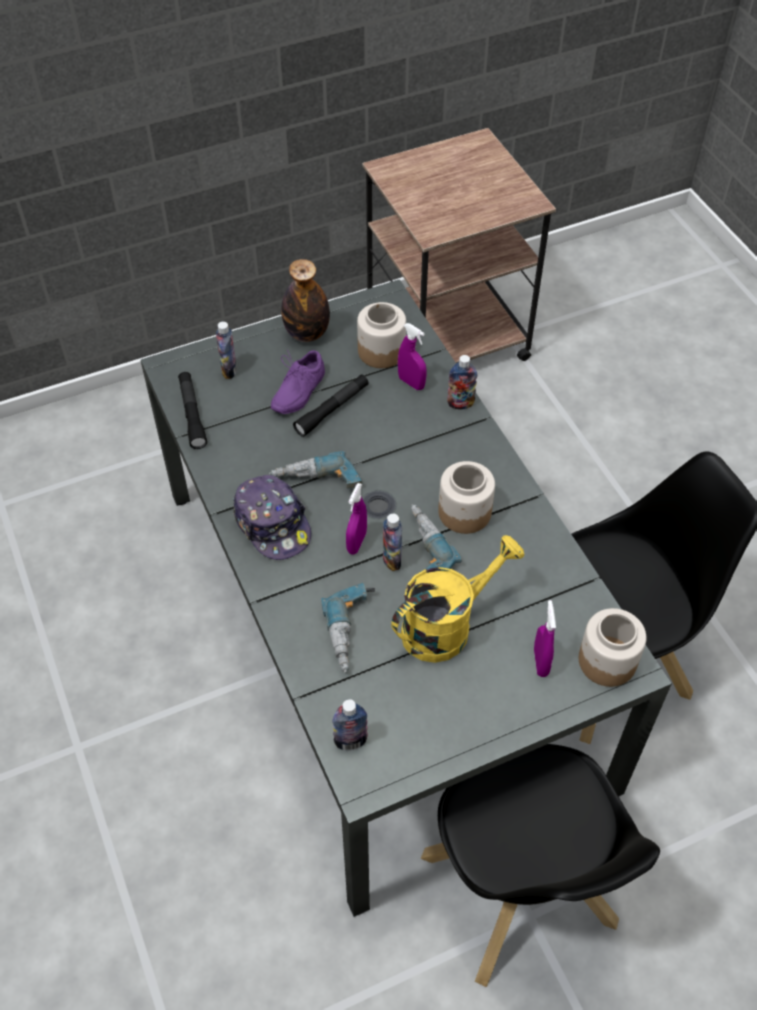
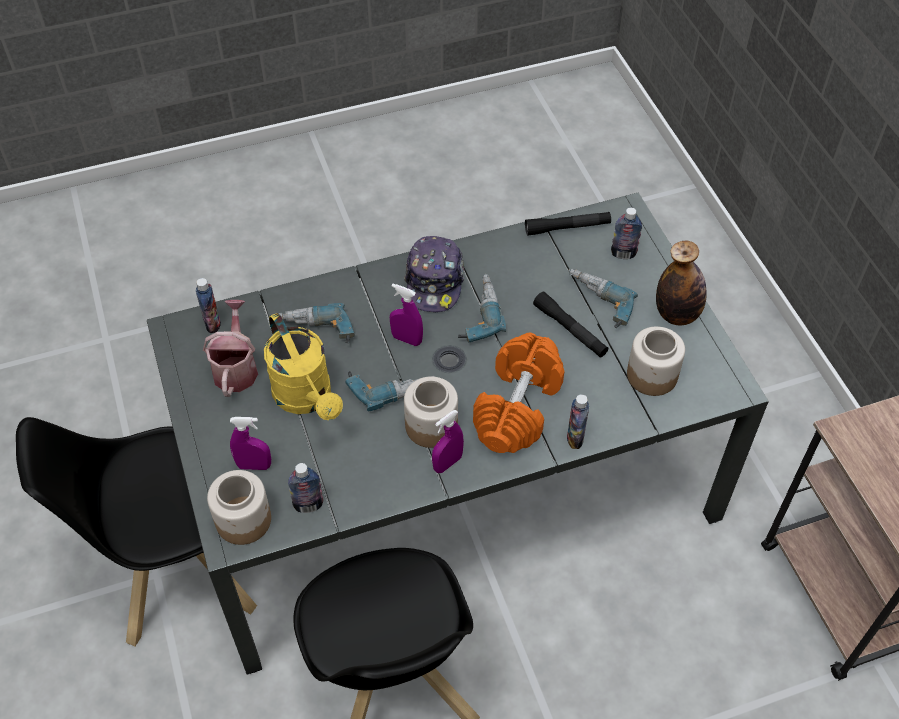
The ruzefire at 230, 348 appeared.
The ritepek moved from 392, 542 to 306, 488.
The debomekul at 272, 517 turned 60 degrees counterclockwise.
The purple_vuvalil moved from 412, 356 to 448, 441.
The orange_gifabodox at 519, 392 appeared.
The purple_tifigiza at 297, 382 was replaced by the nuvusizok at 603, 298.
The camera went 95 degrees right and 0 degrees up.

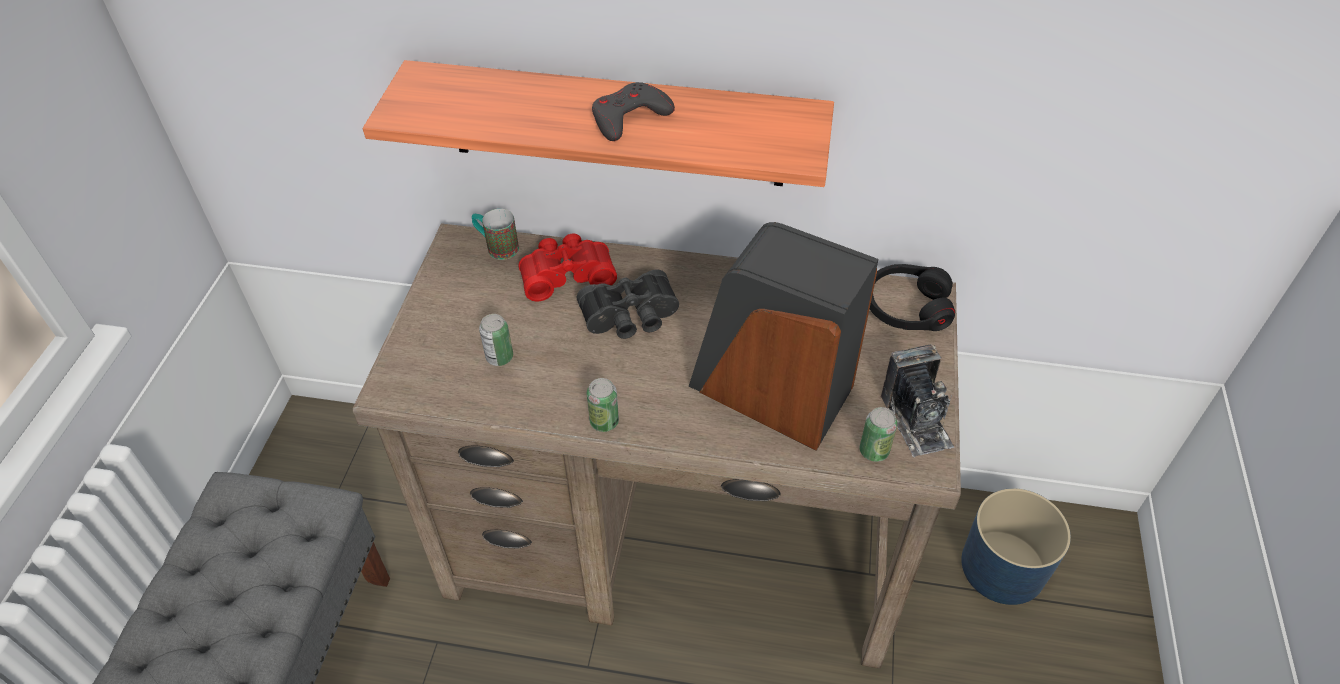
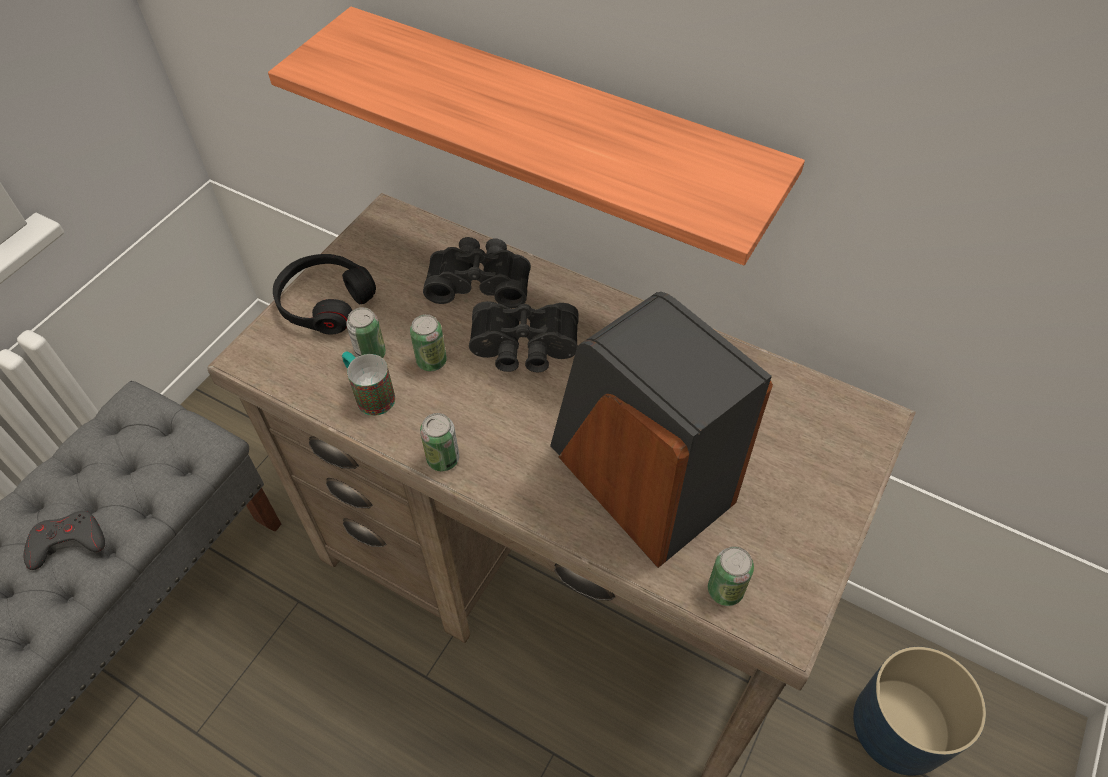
The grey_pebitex moved from 633, 111 to 64, 540.
The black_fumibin moved from 912, 297 to 324, 294.
The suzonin moved from 495, 234 to 368, 383.
The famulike at 428, 342 appeared.
The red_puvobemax at 568, 267 became the black_puvobemax at 477, 272.
The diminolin at 917, 400 disappeared.
The camera went 20 degrees right and 5 degrees up.

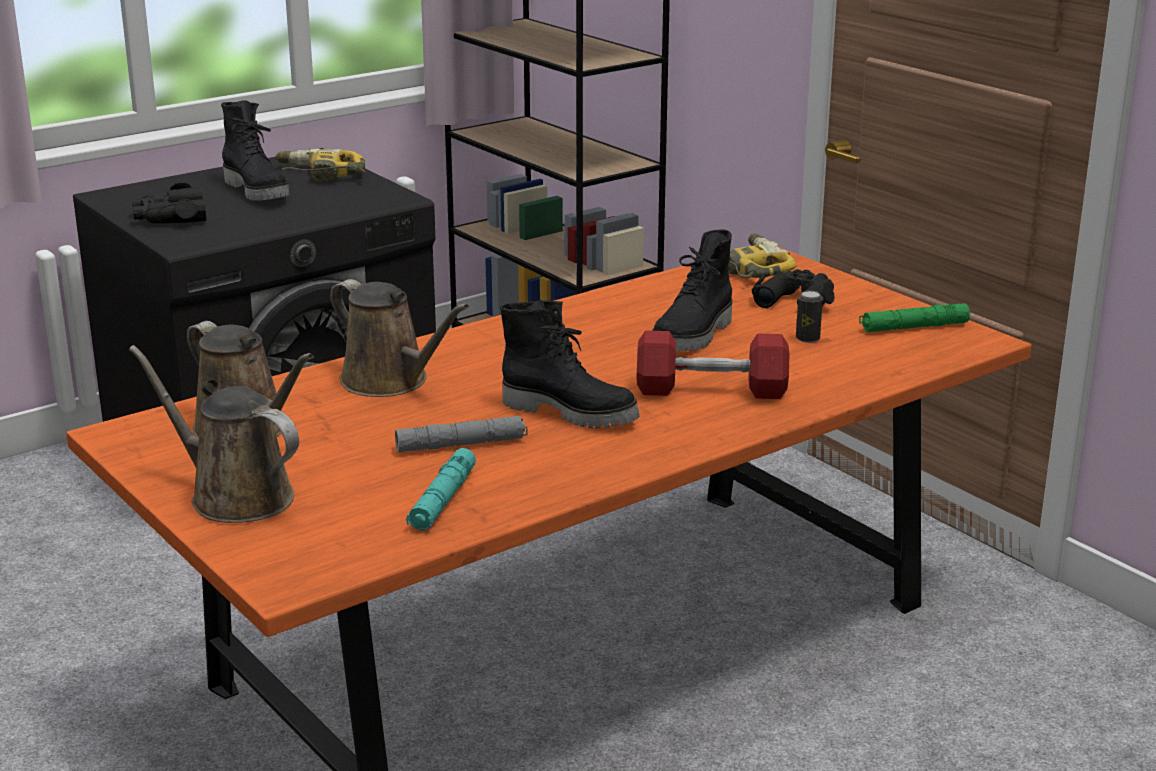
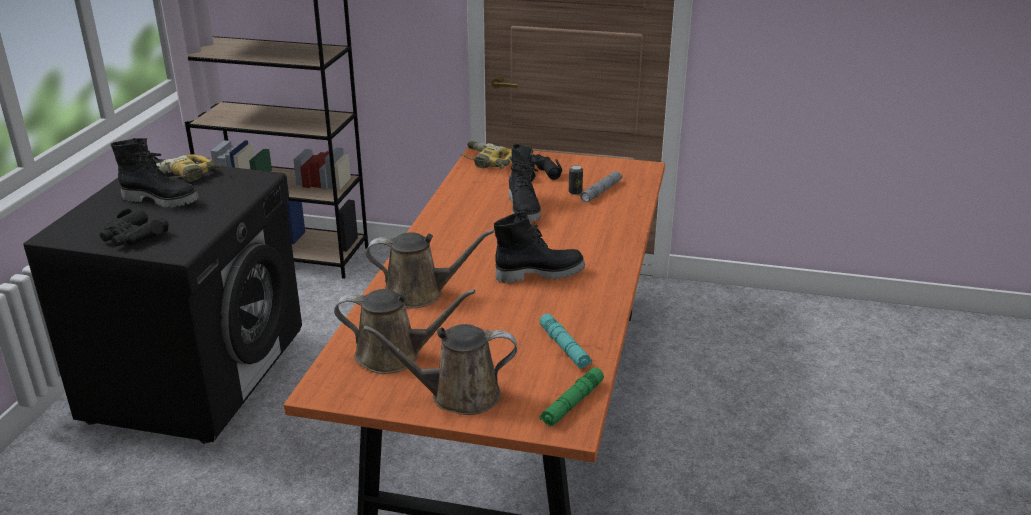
The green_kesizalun moved from 914, 318 to 571, 396.
The grey_kesizalun moved from 461, 434 to 601, 187.
The red_gifabodox at 713, 364 disappeared.
The camera went 40 degrees left and 5 degrees up.

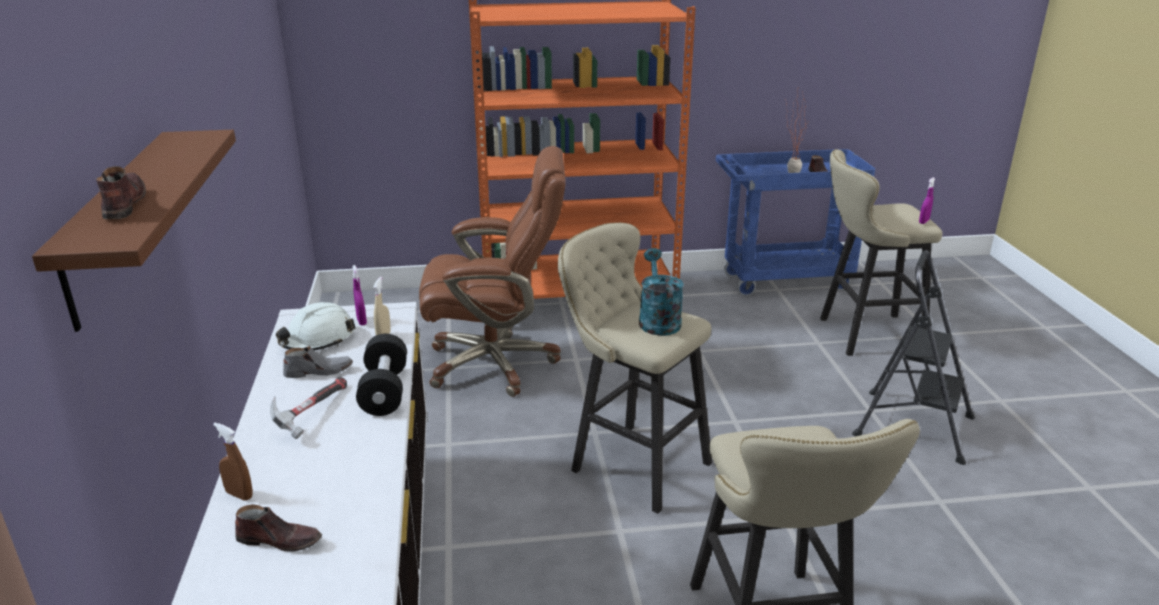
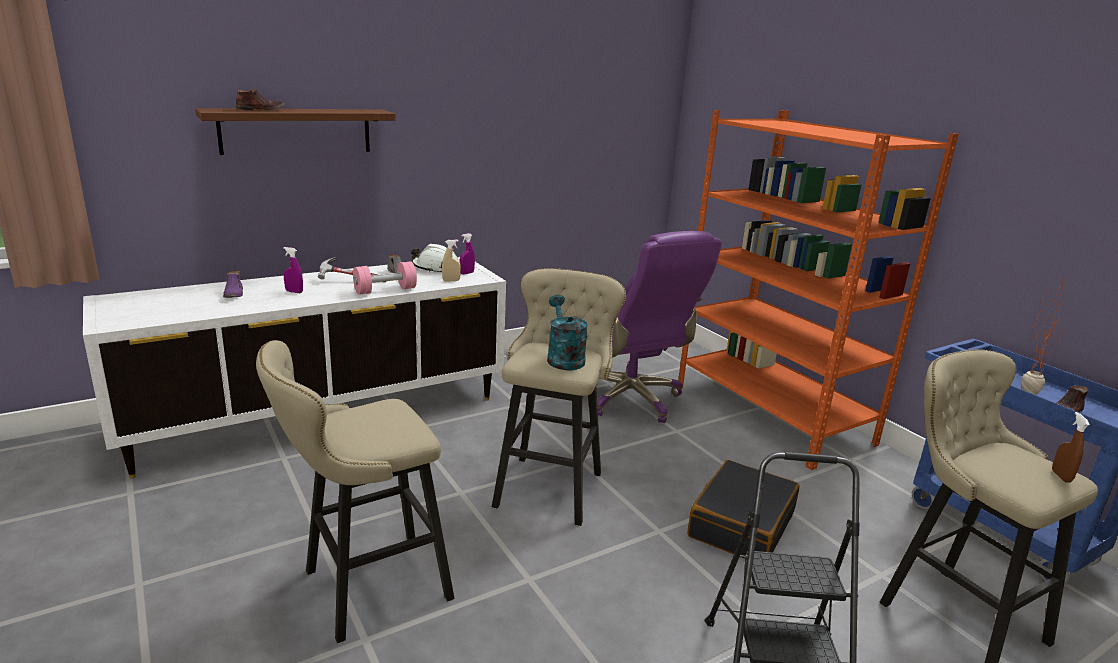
The brown_tifigiza at 278, 528 became the purple_tifigiza at 233, 284.
The purple_vuvalil moved from 927, 200 to 293, 270.
The black_gifabodox at 381, 375 became the pink_gifabodox at 385, 278.
The turquoise_ruzefire at 661, 292 turned 75 degrees counterclockwise.
The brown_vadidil at 492, 271 became the purple_vadidil at 659, 327.
The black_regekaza at 743, 509 appeared.
The brown_vuvalil moved from 233, 462 to 1071, 447.
The camera went 65 degrees right and 5 degrees down.

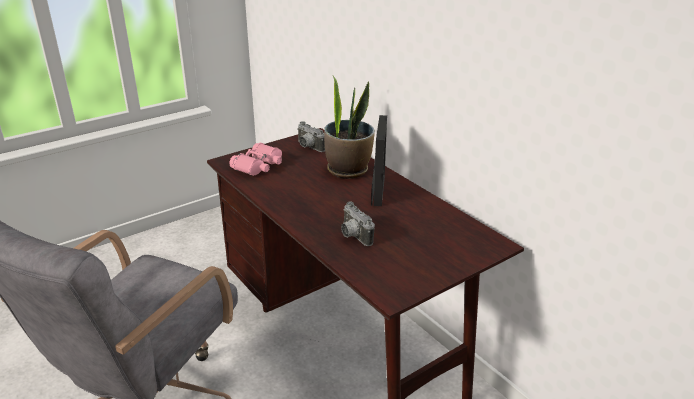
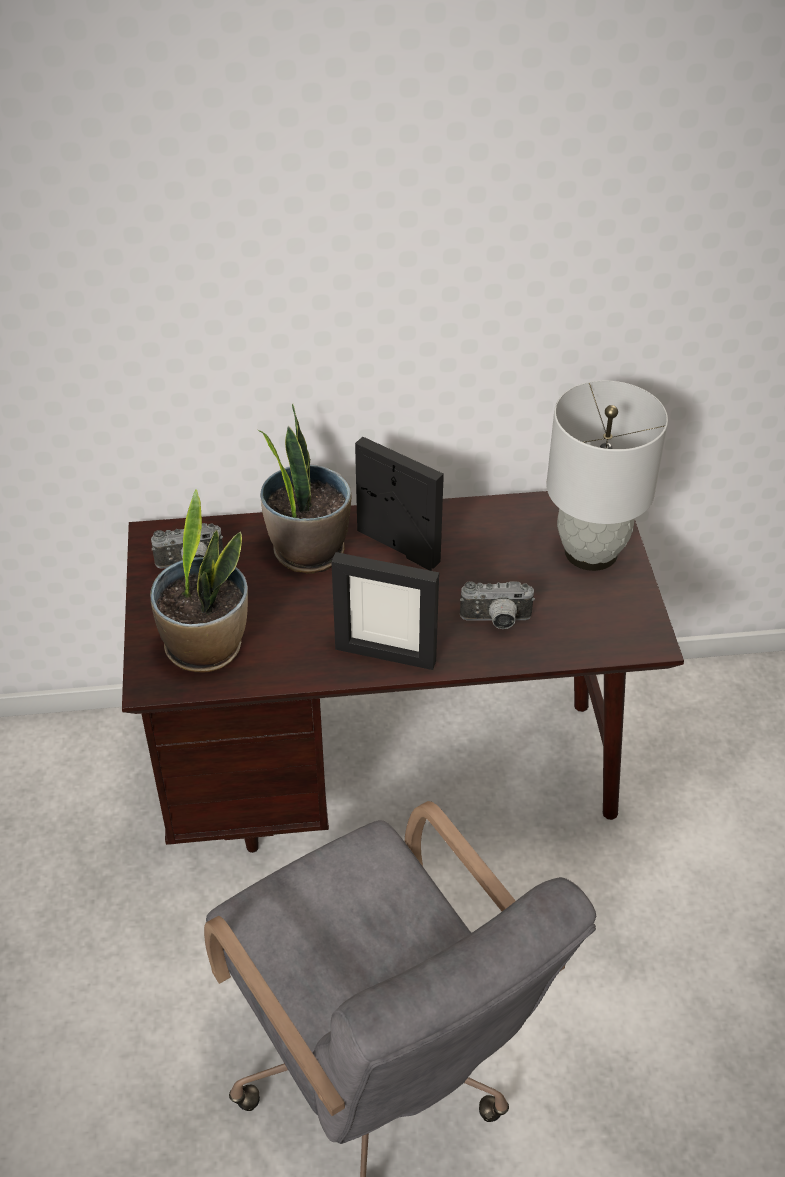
The pink_puvobemax at 256, 159 was replaced by the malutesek at 199, 581.
The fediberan at 385, 611 appeared.
The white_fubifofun at 607, 476 appeared.
The camera went 60 degrees left and 15 degrees up.

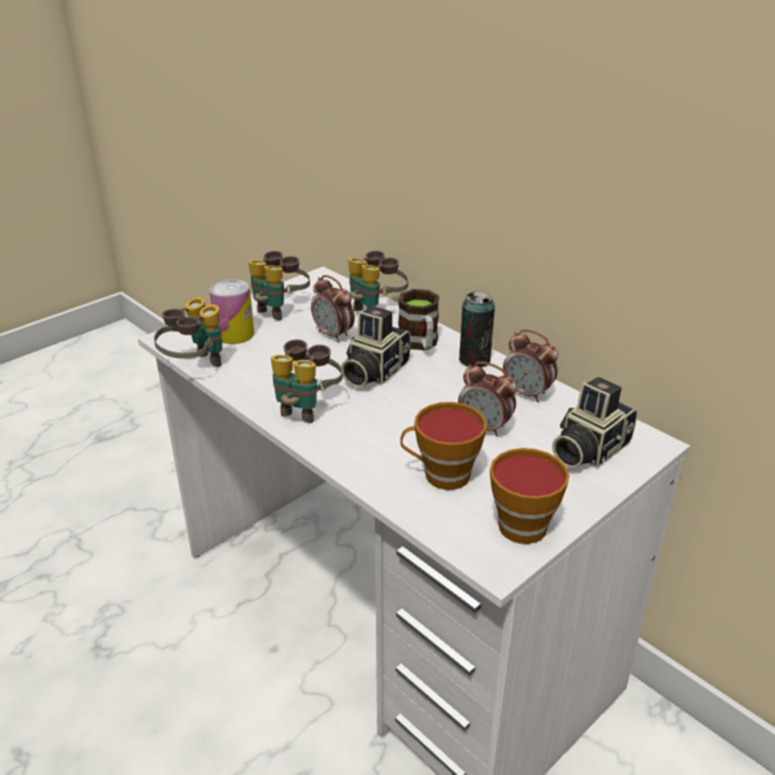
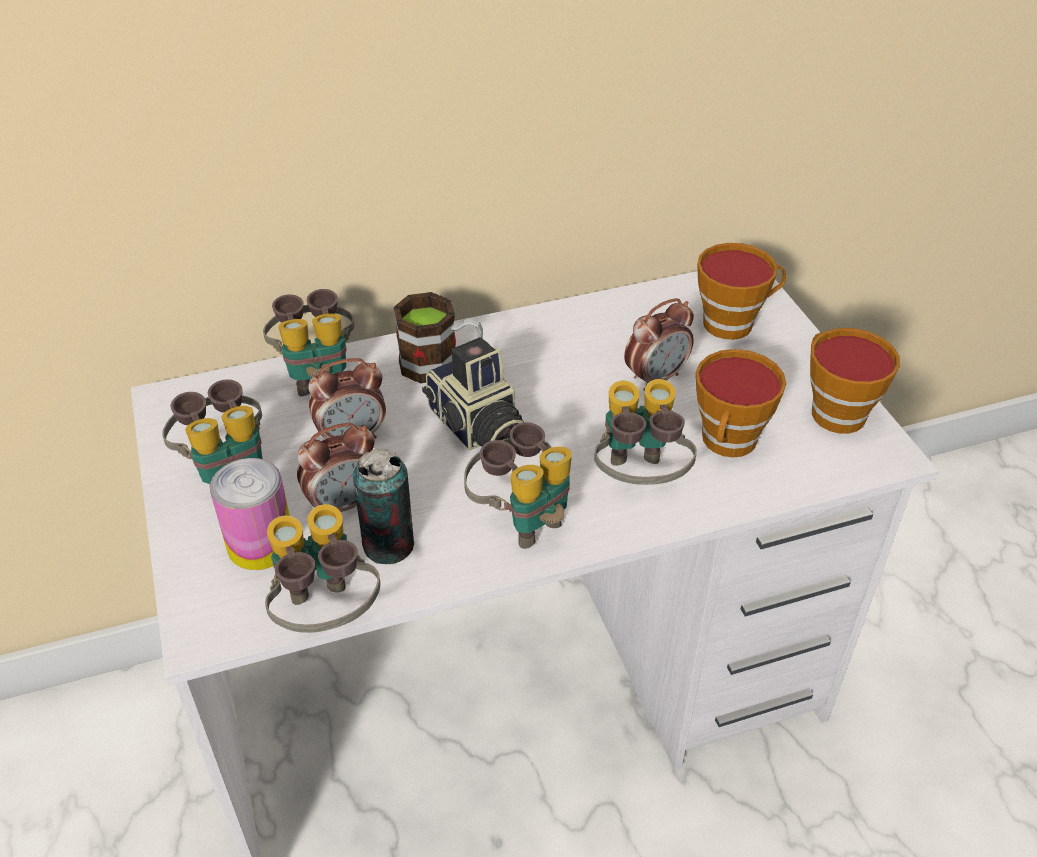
The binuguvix moved from 530, 365 to 335, 467.
The famulike moved from 477, 329 to 383, 506.
The puvobemax at 645, 432 appeared.
The diminolin at 595, 422 was replaced by the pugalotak at 741, 291.
The camera went 65 degrees left and 10 degrees up.

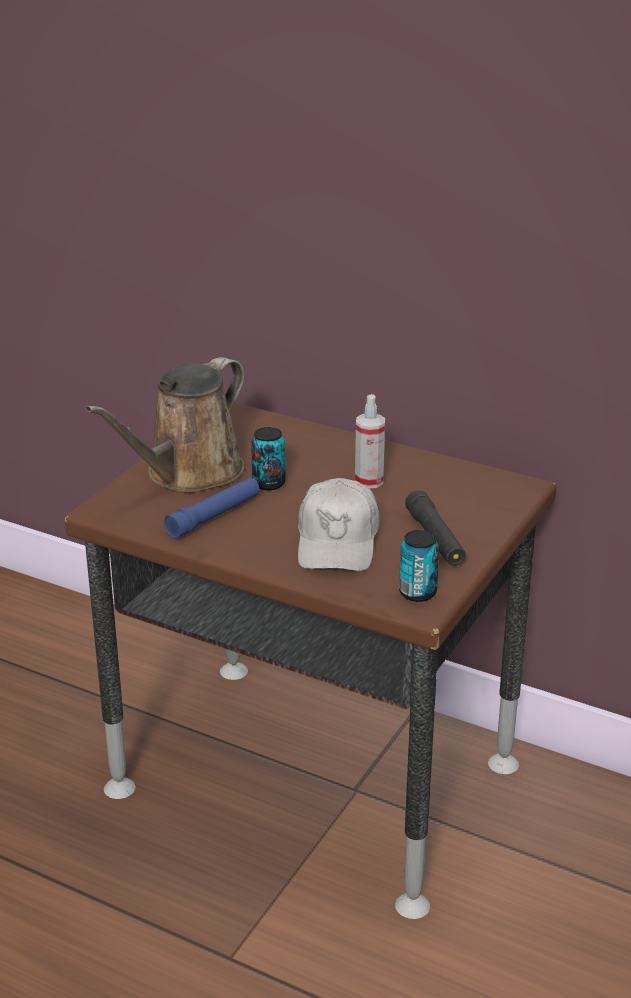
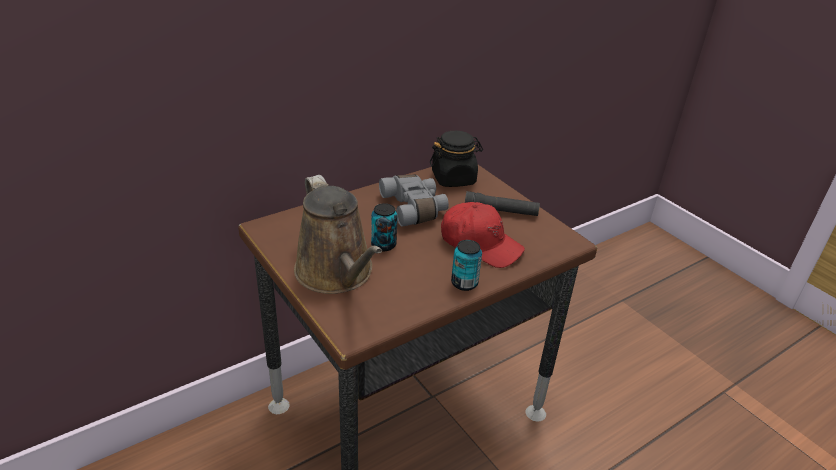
The vuvalil at 370, 441 was replaced by the grey_puvobemax at 414, 200.
The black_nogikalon at 456, 158 appeared.
The white_debomekul at 339, 524 became the red_debomekul at 483, 235.
The famulike moved from 419, 566 to 466, 265.
The blue_kesizalun at 212, 508 disappeared.
The camera went 65 degrees left and 5 degrees up.

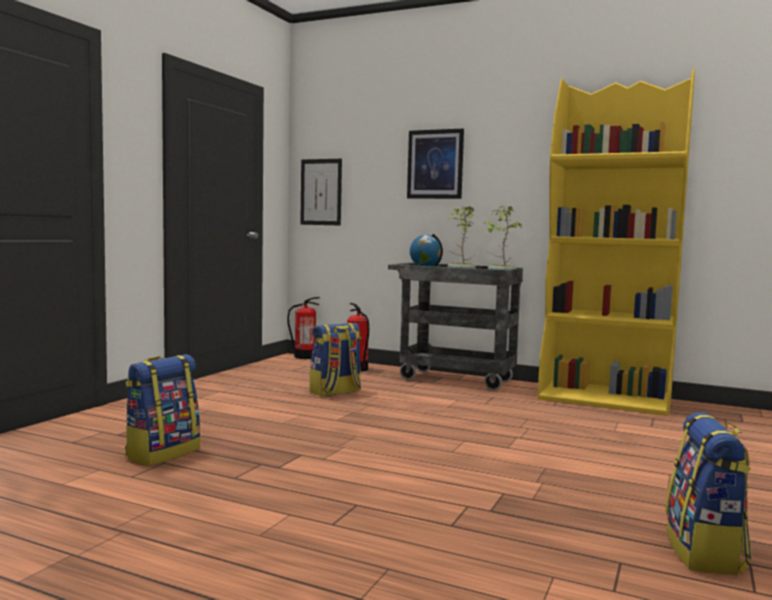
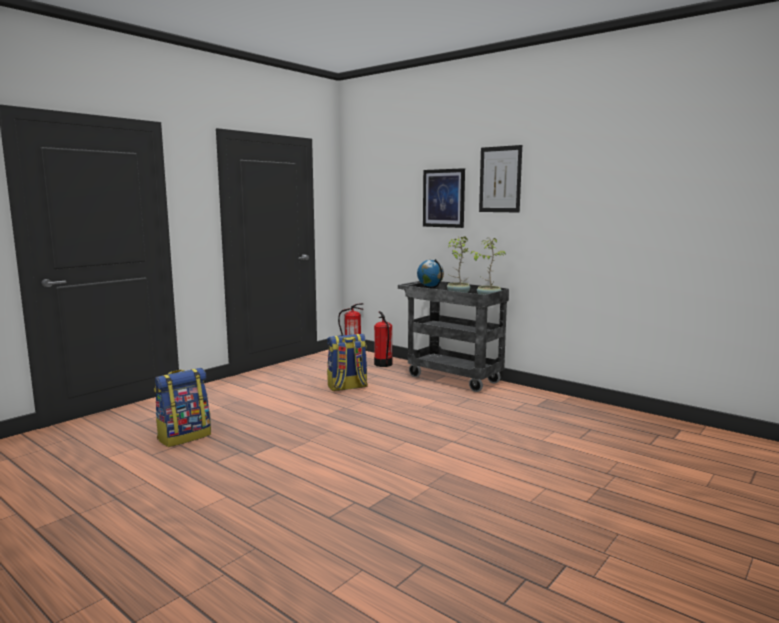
The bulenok moved from 321, 192 to 500, 179.
The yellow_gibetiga at 616, 242 disappeared.
The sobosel at 708, 493 disappeared.
The camera went 15 degrees right and 5 degrees up.

